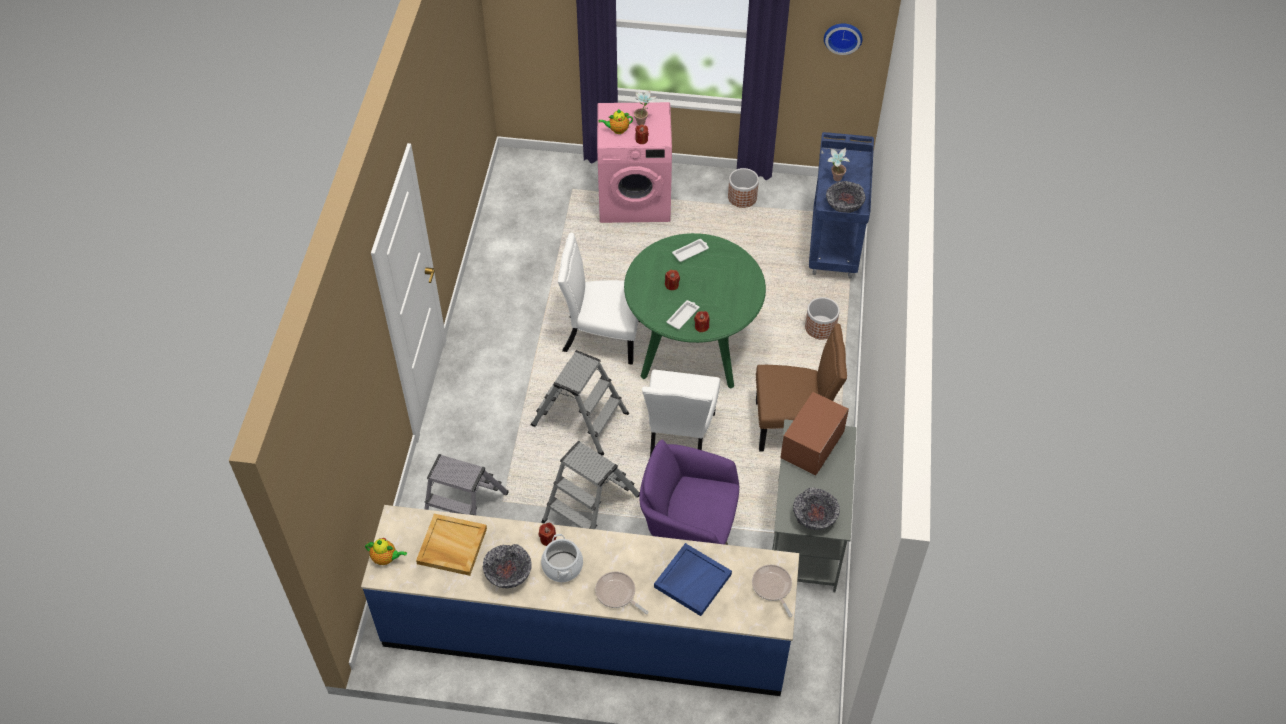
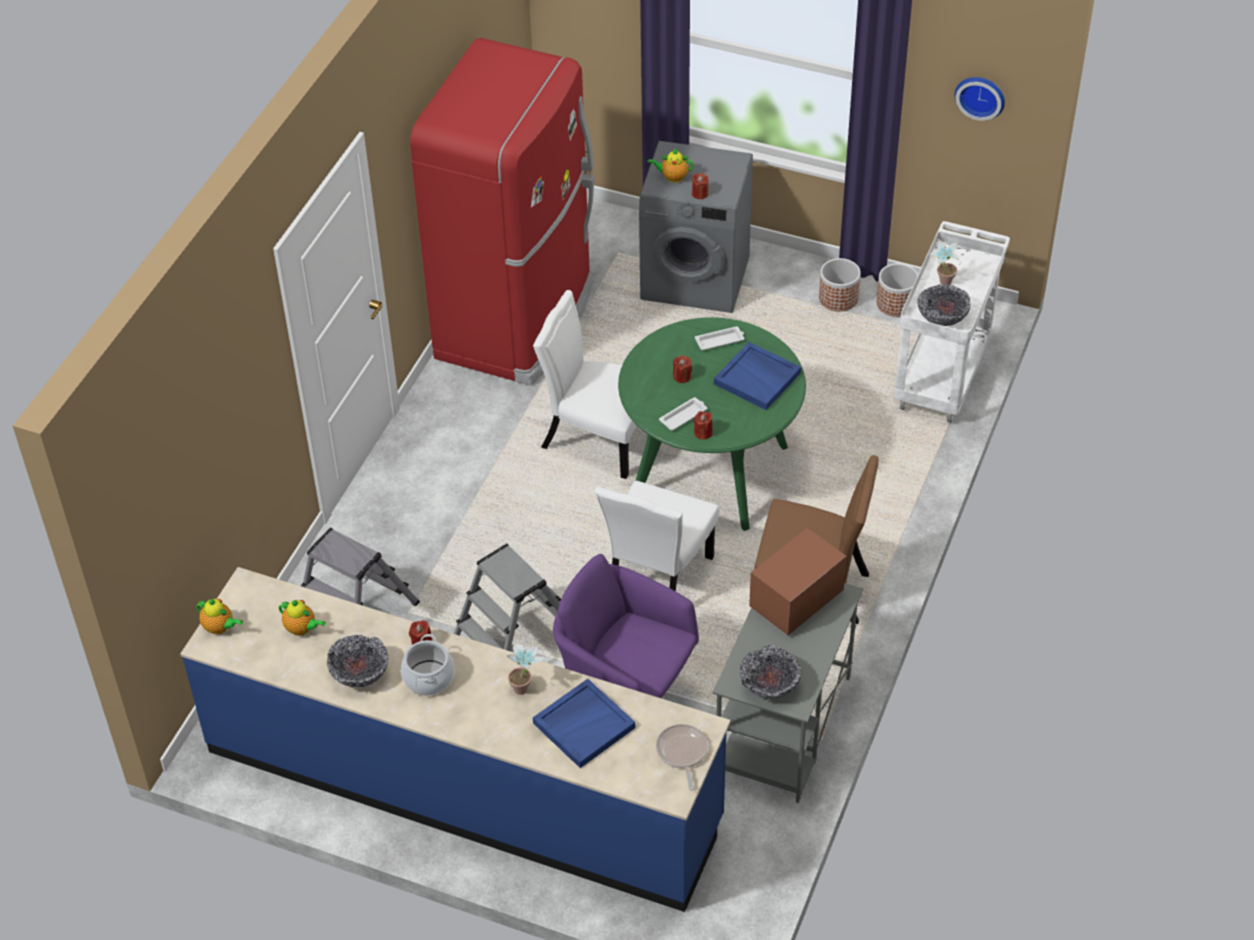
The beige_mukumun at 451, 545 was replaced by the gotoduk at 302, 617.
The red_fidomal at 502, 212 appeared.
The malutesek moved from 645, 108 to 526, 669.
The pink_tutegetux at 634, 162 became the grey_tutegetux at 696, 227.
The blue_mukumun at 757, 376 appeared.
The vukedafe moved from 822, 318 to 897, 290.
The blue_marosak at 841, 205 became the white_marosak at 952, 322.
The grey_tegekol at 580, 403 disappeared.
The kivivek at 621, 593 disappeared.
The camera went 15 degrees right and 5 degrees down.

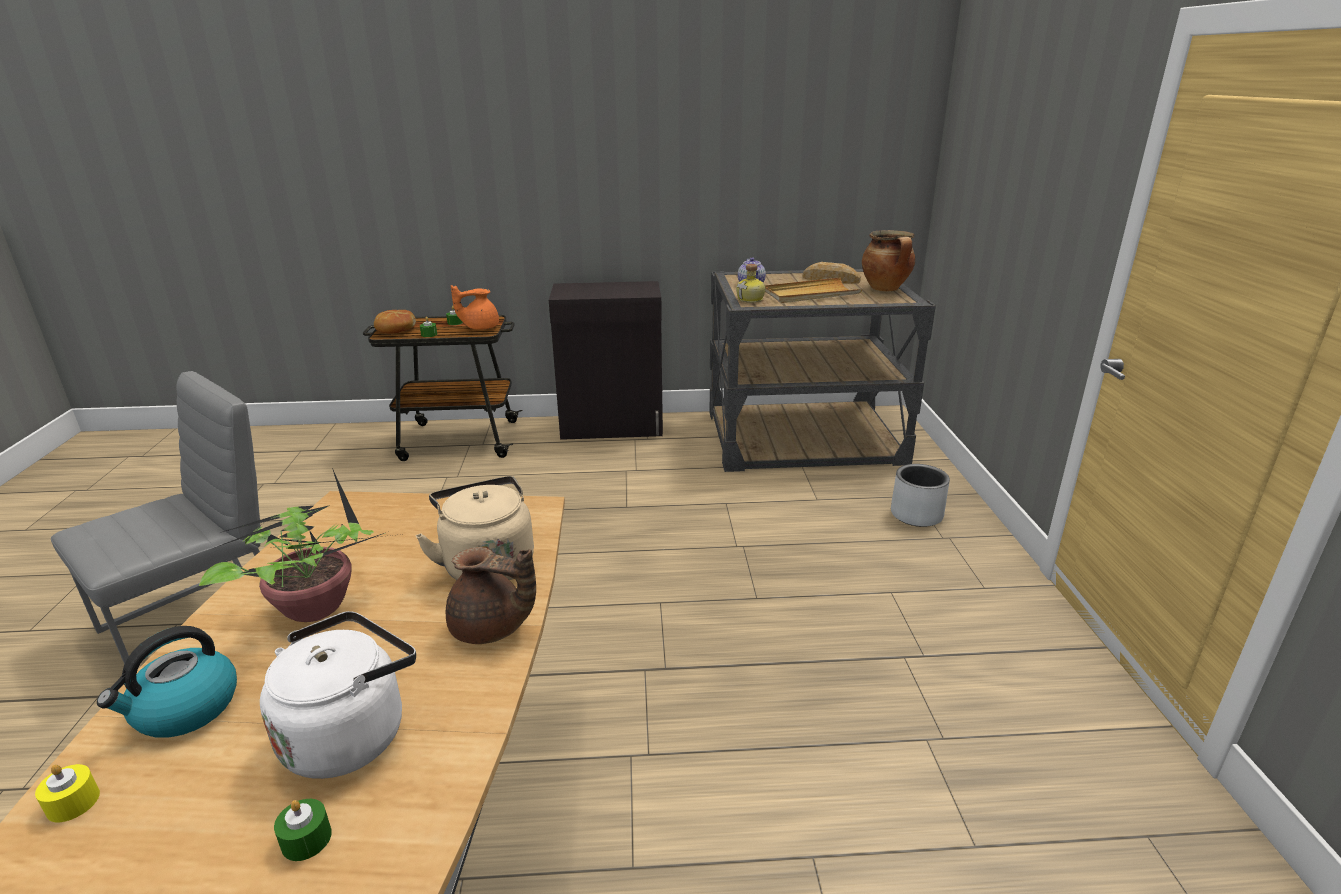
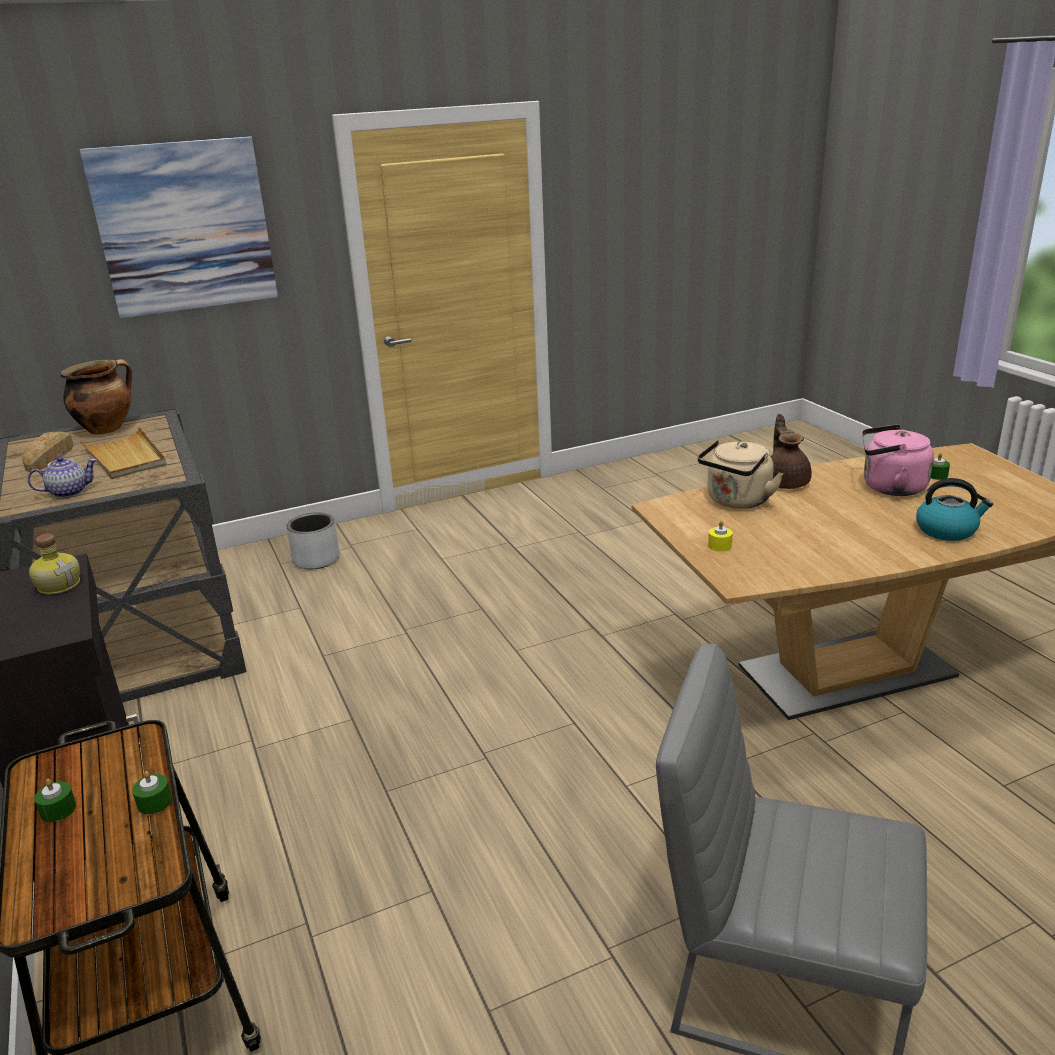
The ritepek moved from 750, 283 to 54, 564.
The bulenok at 178, 227 appeared.
The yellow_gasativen moved from 67, 793 to 720, 536.
The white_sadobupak at 338, 695 became the pink_sadobupak at 898, 460.
The malutesek at 300, 545 disappeared.
The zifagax at 395, 322 disappeared.
The orange_gotoduk at 475, 307 disappeared.
The camera went 110 degrees left and 0 degrees up.

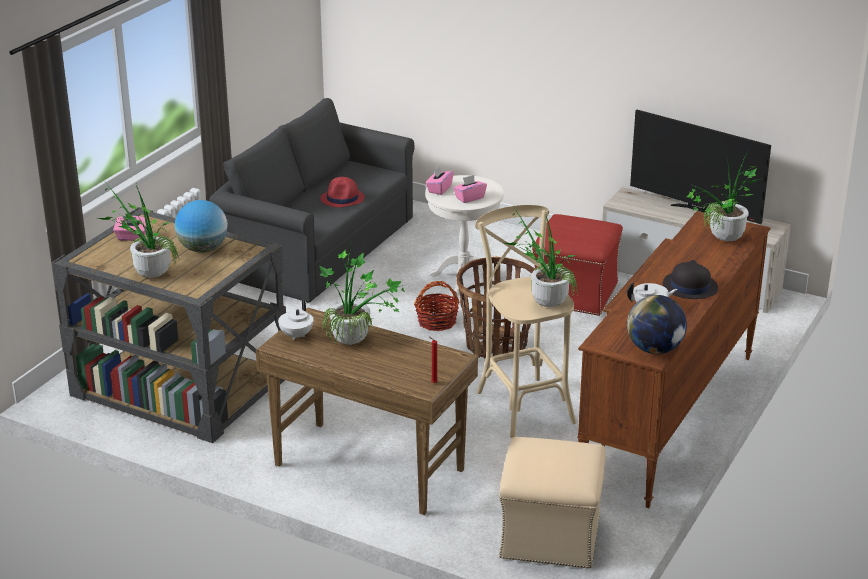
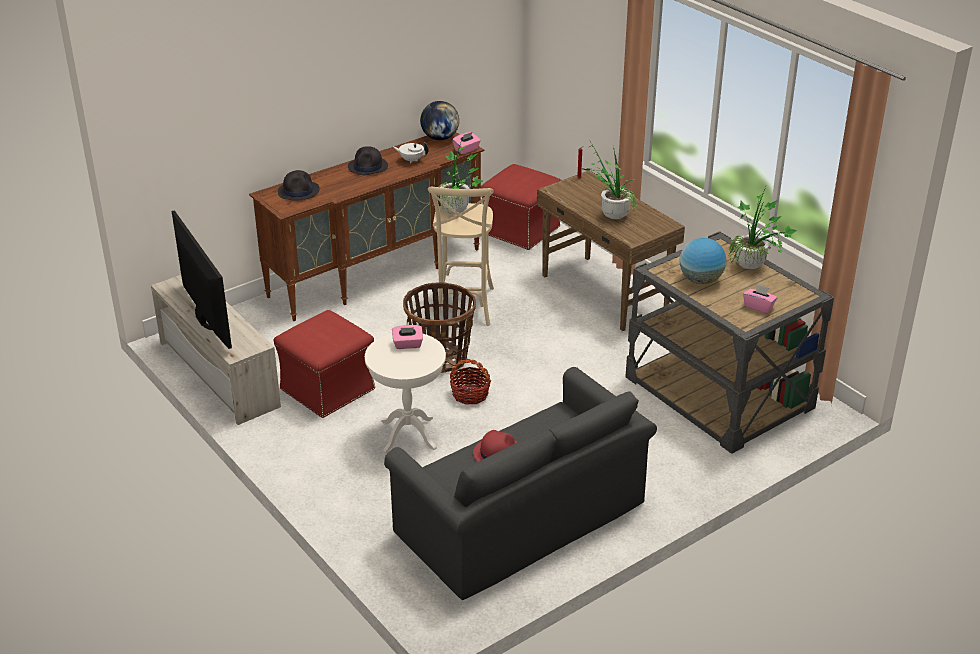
The malutesek at 724, 195 was replaced by the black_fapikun at 299, 185.
The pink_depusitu moved from 440, 180 to 466, 143.
The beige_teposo at 552, 503 became the red_teposo at 521, 207.
The white_gotoduk at 295, 320 disappeared.
The camera went 155 degrees left and 5 degrees up.

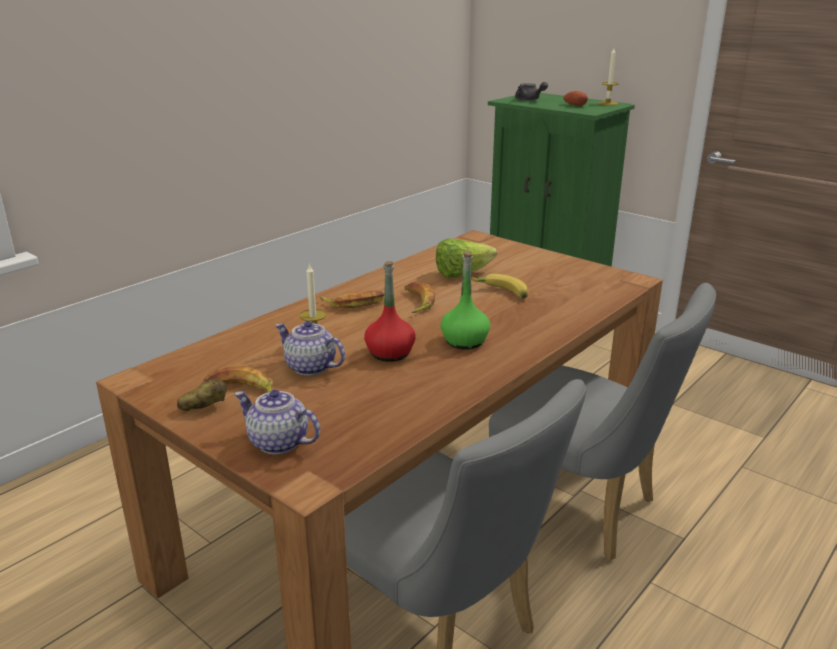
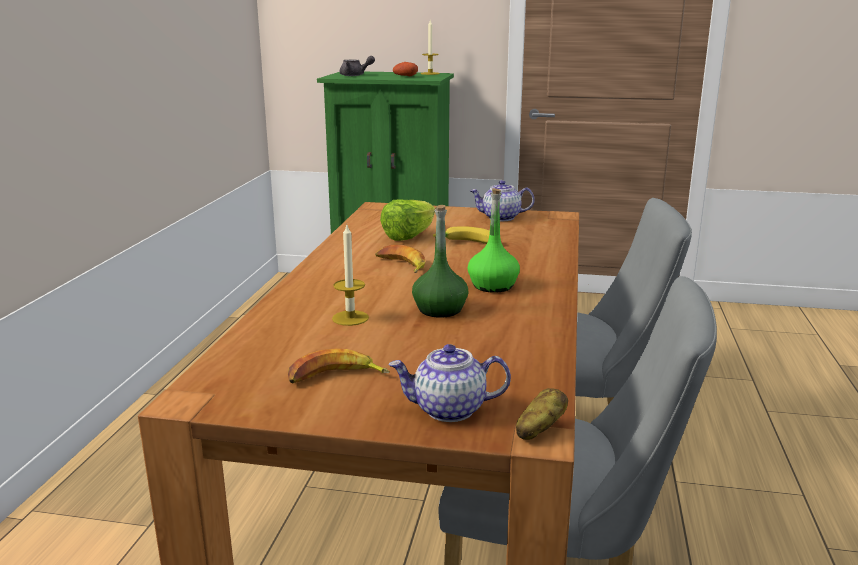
The red_ritepek at 389, 311 became the green_ritepek at 440, 261.
The gotoduk moved from 310, 348 to 502, 200.
The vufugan moved from 202, 395 to 542, 414.
The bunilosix at 352, 299 disappeared.
The camera went 30 degrees left and 5 degrees down.

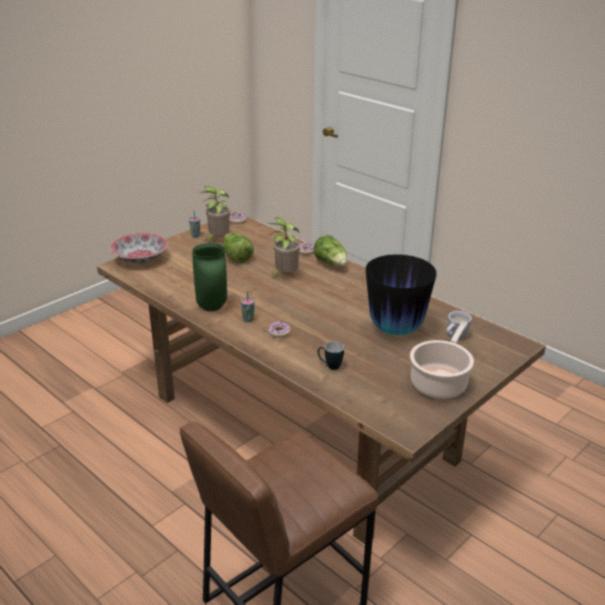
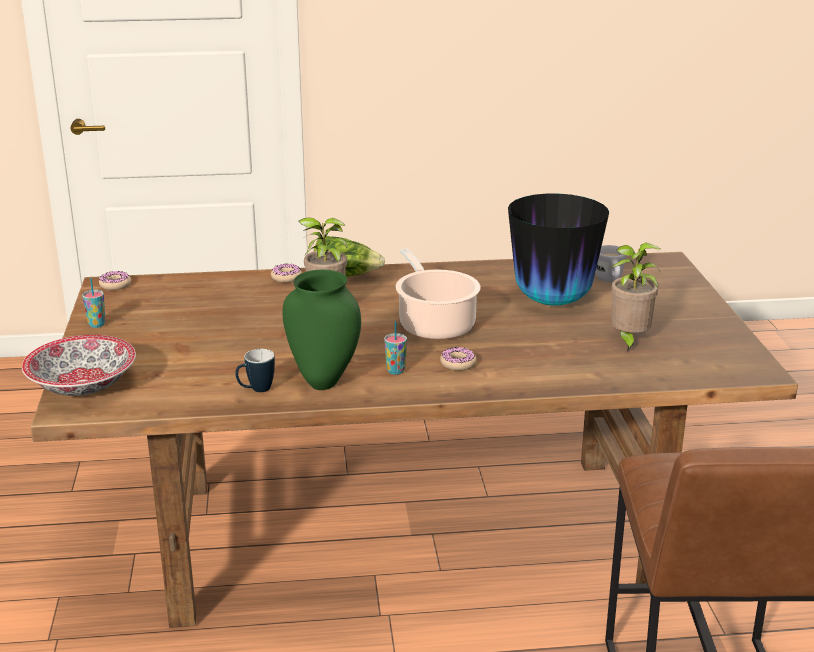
The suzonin moved from 331, 356 to 255, 370.
The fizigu moved from 442, 360 to 438, 294.
The malutesek moved from 215, 213 to 636, 297.
The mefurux at 238, 248 disappeared.
The camera went 50 degrees left and 5 degrees down.

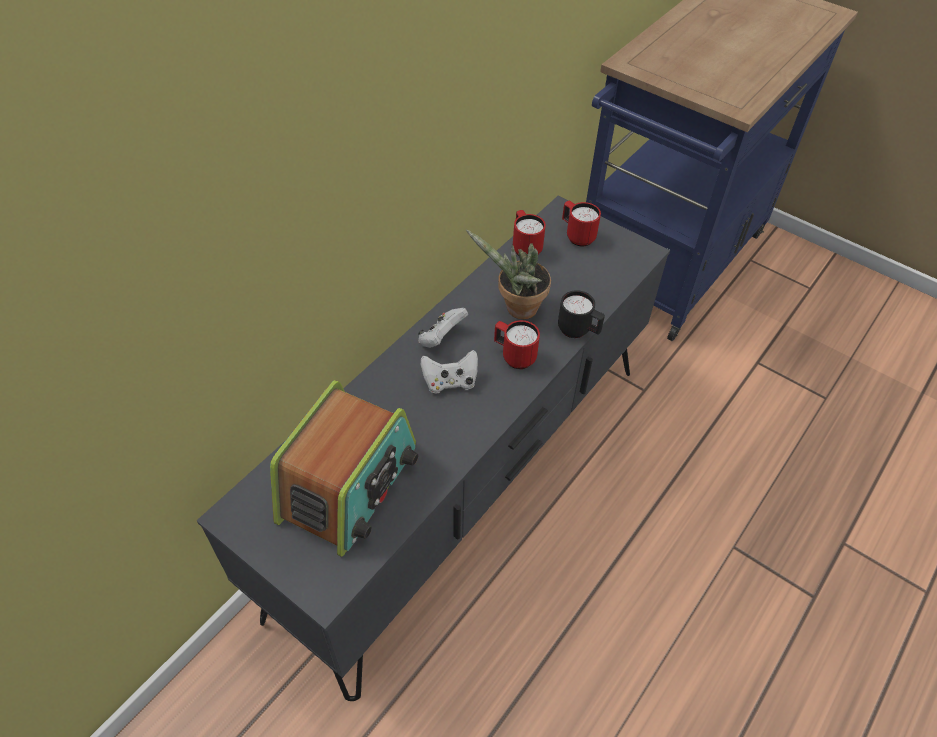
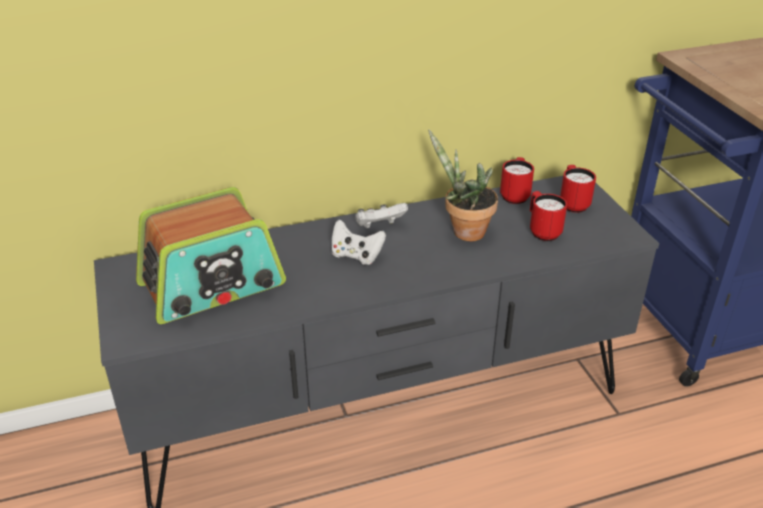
The red_suzonin moved from 517, 344 to 548, 216.
The black_suzonin at 581, 314 disappeared.
The camera went 35 degrees right and 15 degrees down.

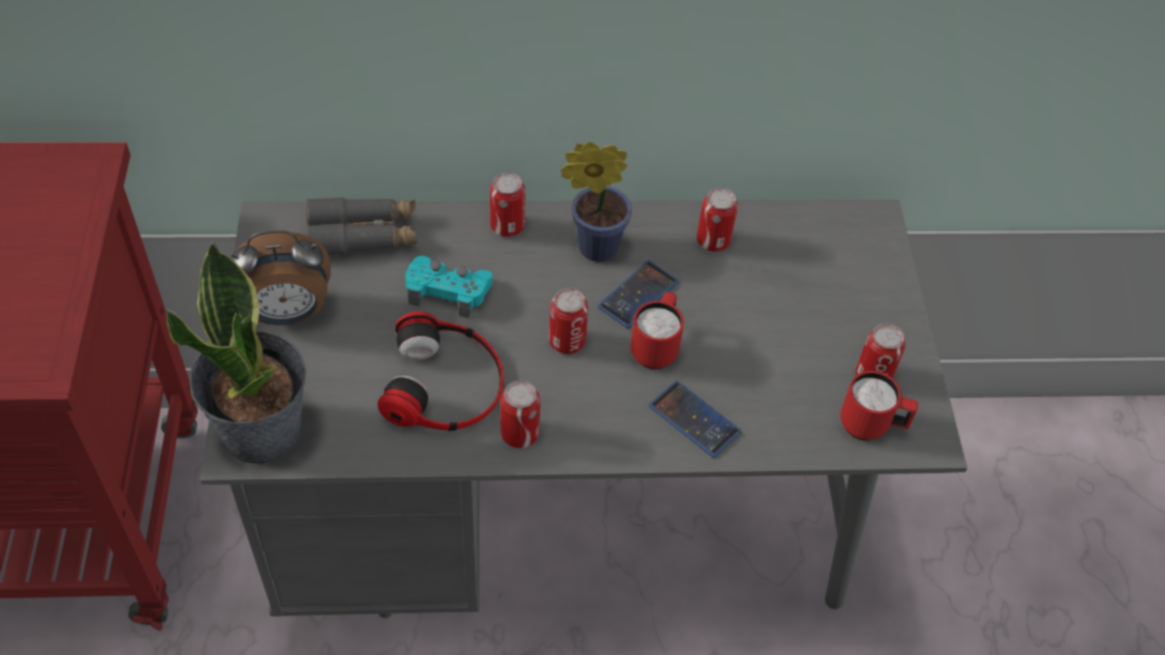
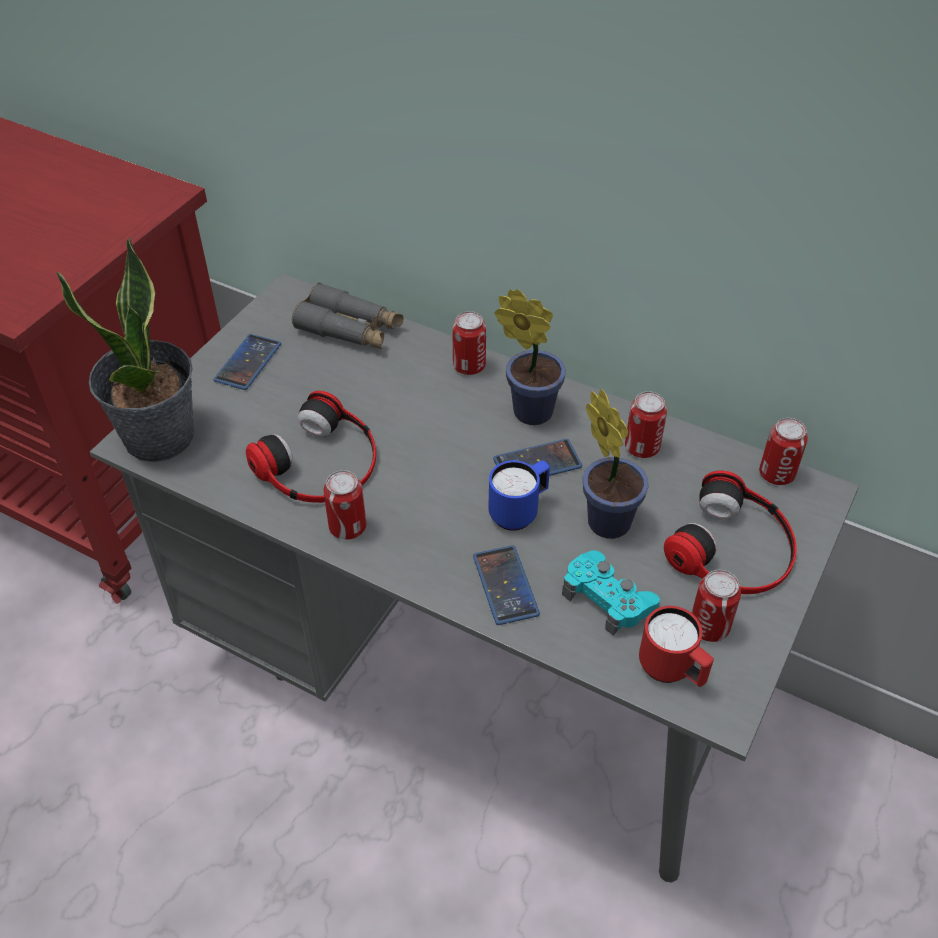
The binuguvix at 281, 277 was replaced by the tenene at 247, 362.
The red_suzonin at 657, 330 became the blue_suzonin at 519, 495.
The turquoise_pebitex moved from 448, 287 to 611, 593.
The malutesek at 616, 464 appeared.
The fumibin at 730, 532 appeared.
The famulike moved from 568, 321 to 783, 451.
The camera went 35 degrees right and 5 degrees down.

